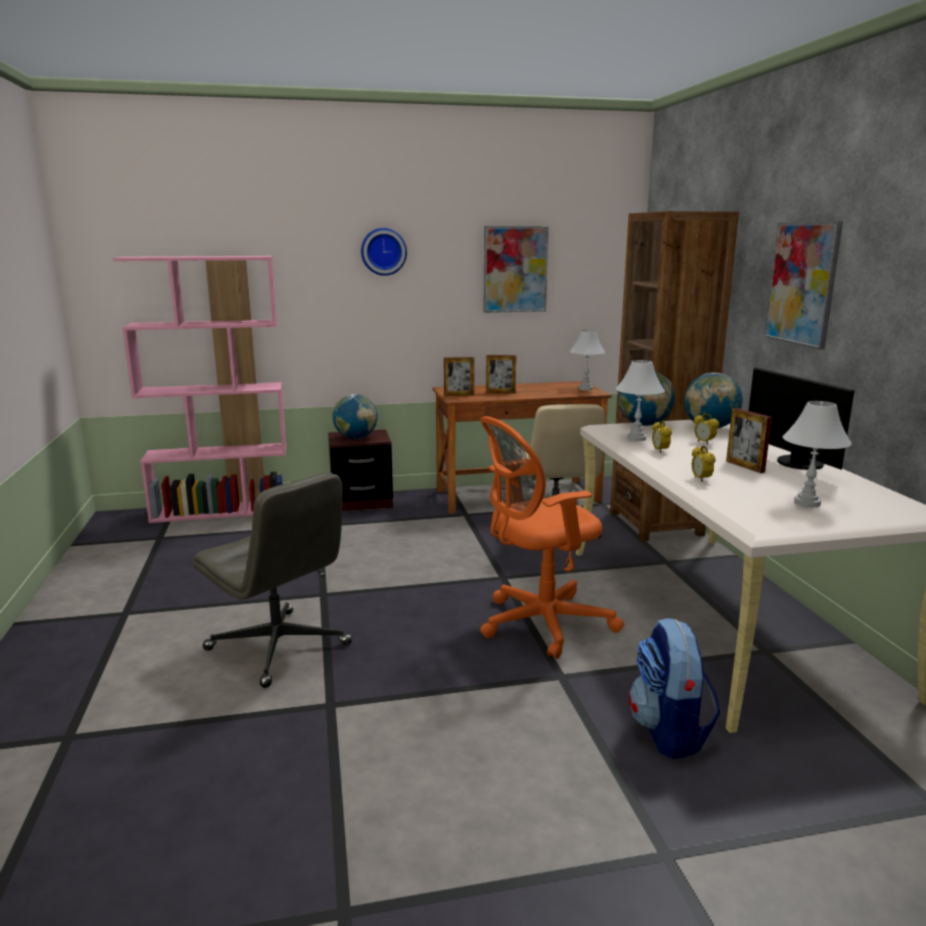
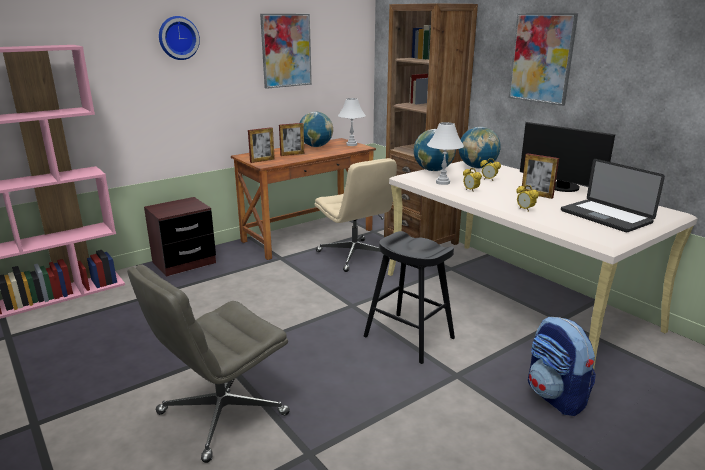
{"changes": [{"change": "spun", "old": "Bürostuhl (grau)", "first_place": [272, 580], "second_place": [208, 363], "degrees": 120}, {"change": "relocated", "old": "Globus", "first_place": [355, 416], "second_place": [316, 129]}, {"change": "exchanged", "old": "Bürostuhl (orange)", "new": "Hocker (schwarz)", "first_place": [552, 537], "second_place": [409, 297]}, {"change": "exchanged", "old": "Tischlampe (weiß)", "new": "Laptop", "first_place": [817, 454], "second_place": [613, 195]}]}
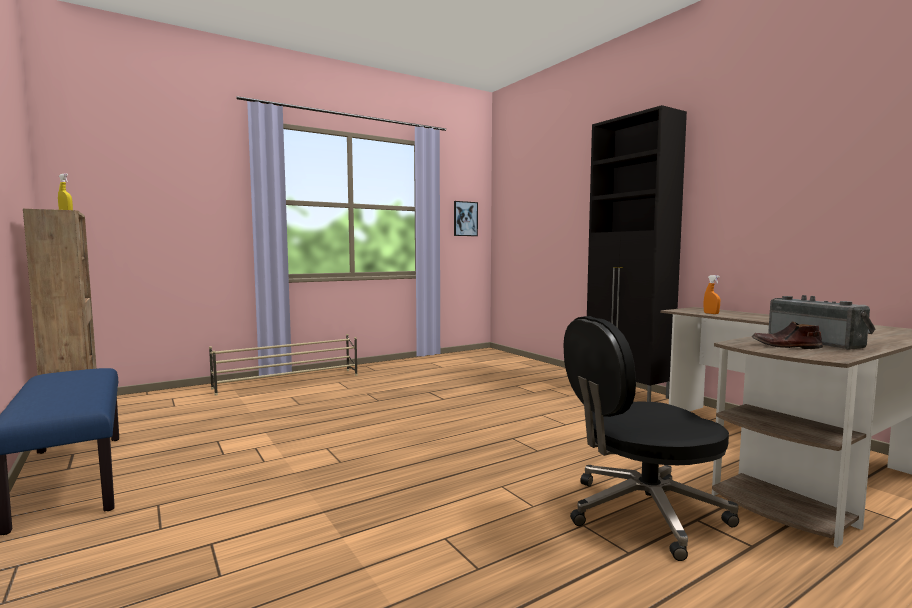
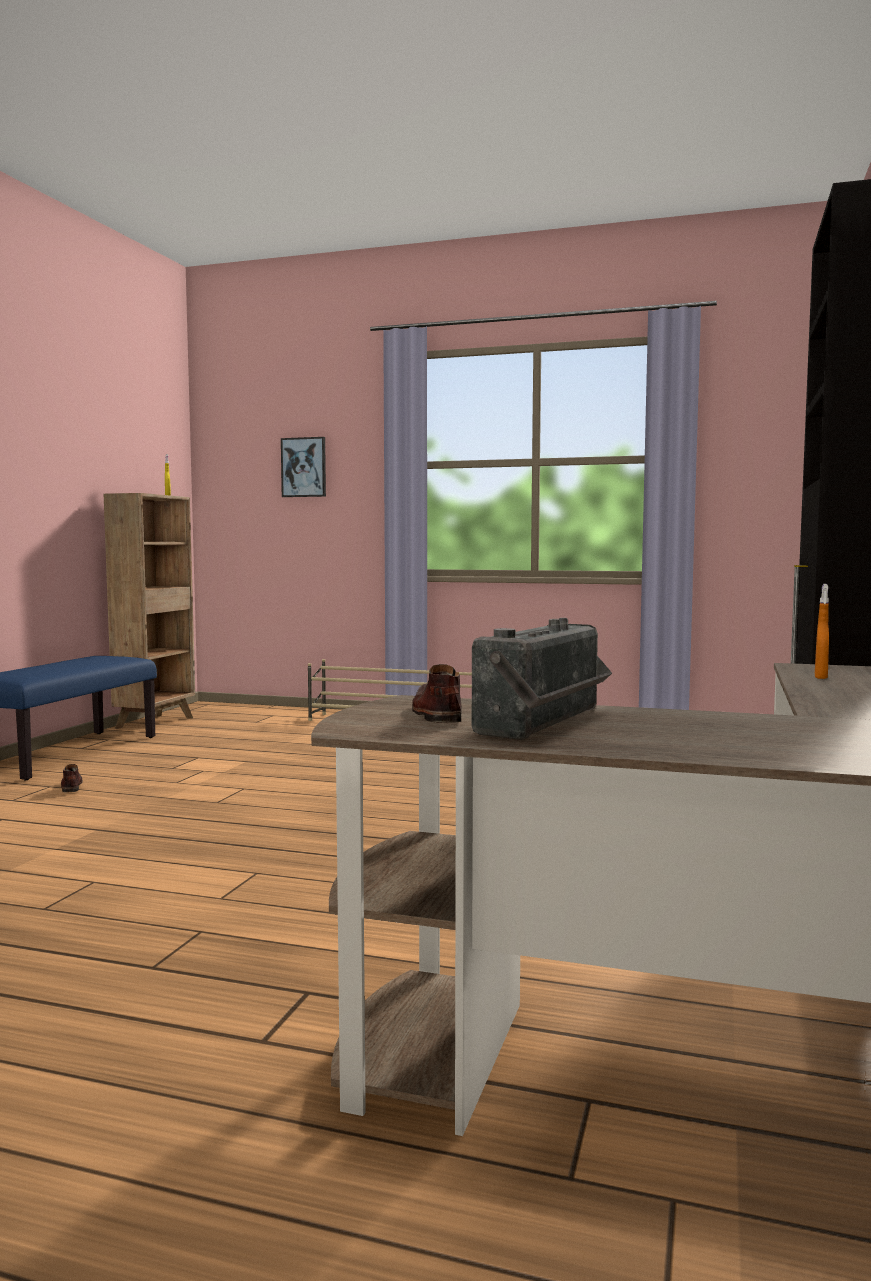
{"changes": [{"change": "relocated", "old": "Bild", "first_place": [466, 218], "second_place": [303, 467]}, {"change": "missing", "old": "Bürostuhl (schwarz)", "first_place": [651, 438]}, {"change": "appeared", "new": "Schuh (braun)", "second_place": [72, 778]}]}
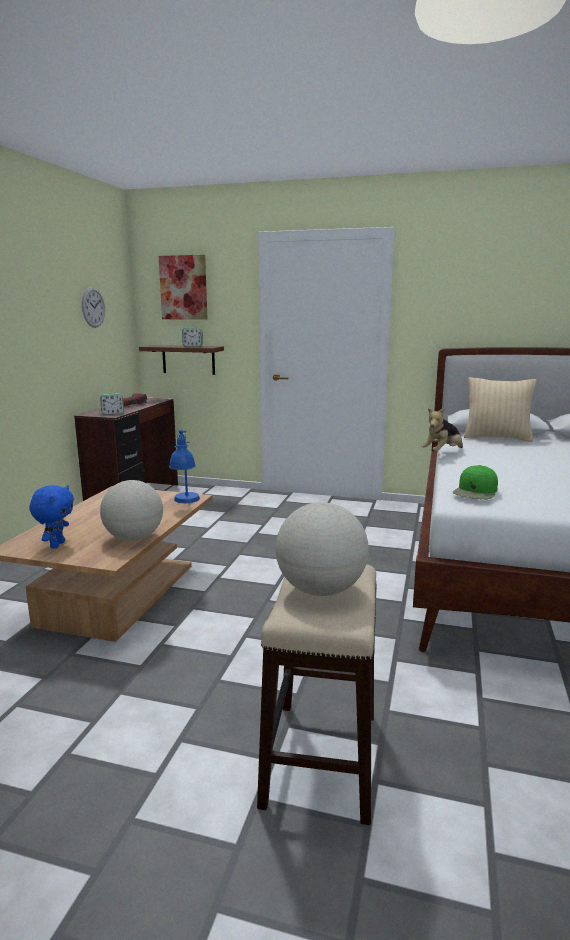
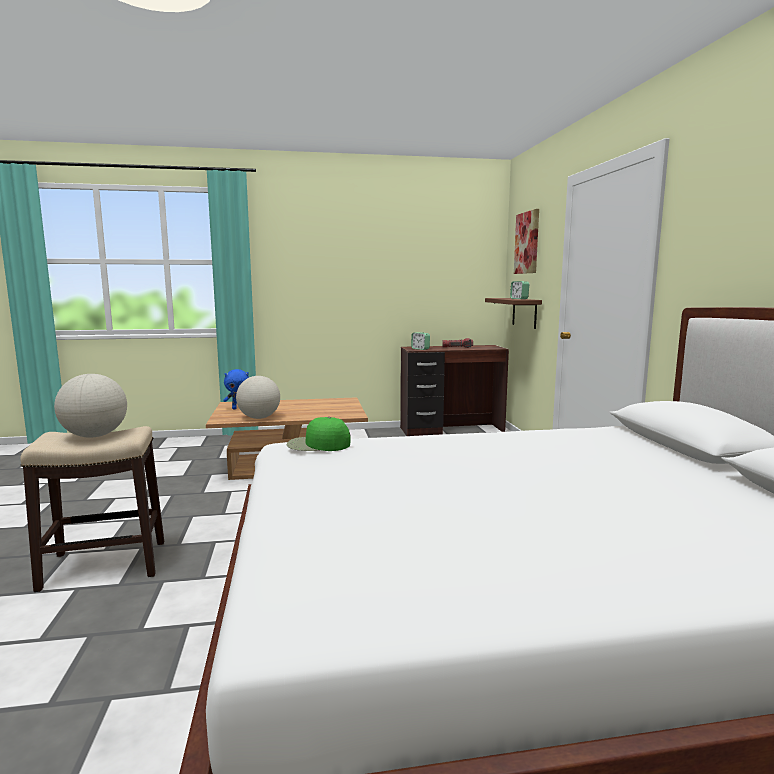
{"changes": [{"change": "missing", "old": "Wanduhr", "first_place": [93, 307]}, {"change": "missing", "old": "Tischlampe (blau)", "first_place": [184, 466]}, {"change": "missing", "old": "Plüschtier", "first_place": [442, 429]}, {"change": "missing", "old": "Kissen (beige)", "first_place": [500, 409]}]}
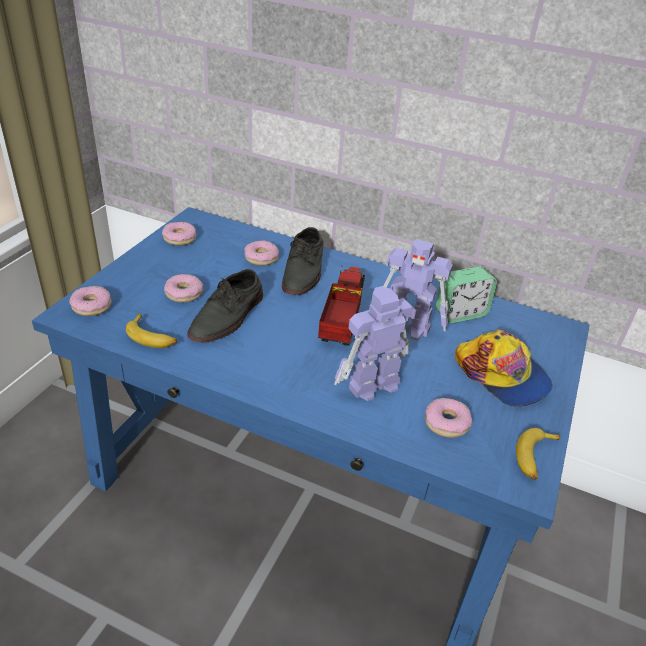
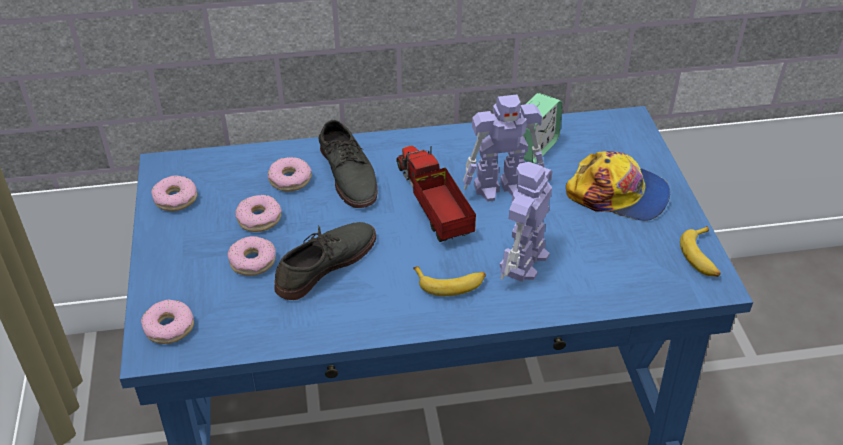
{"changes": [{"change": "relocated", "old": "Banane", "first_place": [151, 331], "second_place": [449, 281]}, {"change": "spun", "old": "Schuh (grau)", "first_place": [225, 306], "second_place": [325, 261], "degrees": -135}, {"change": "relocated", "old": "Donut", "first_place": [448, 418], "second_place": [258, 213]}]}
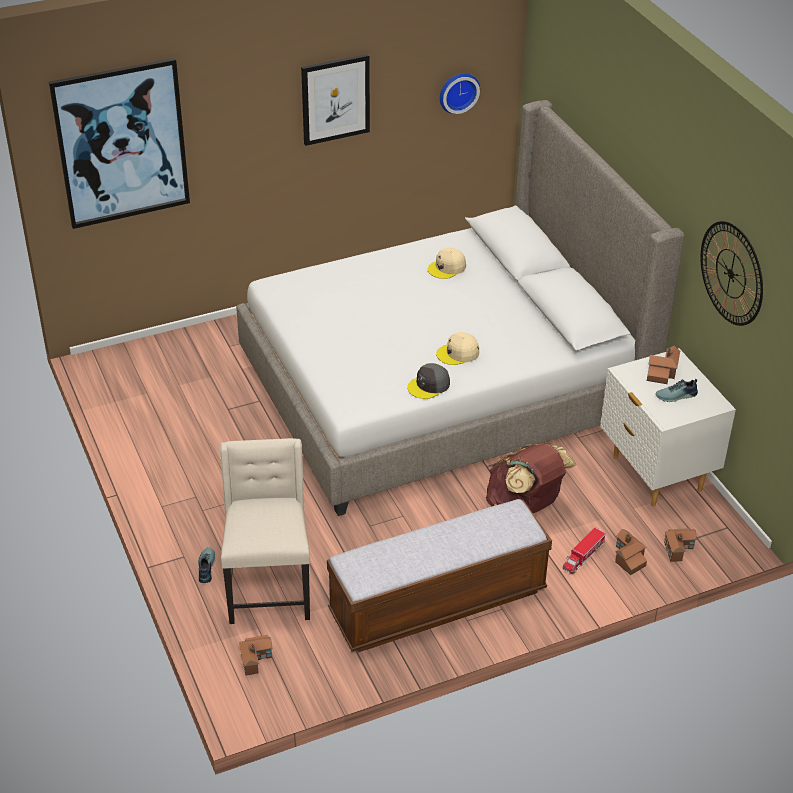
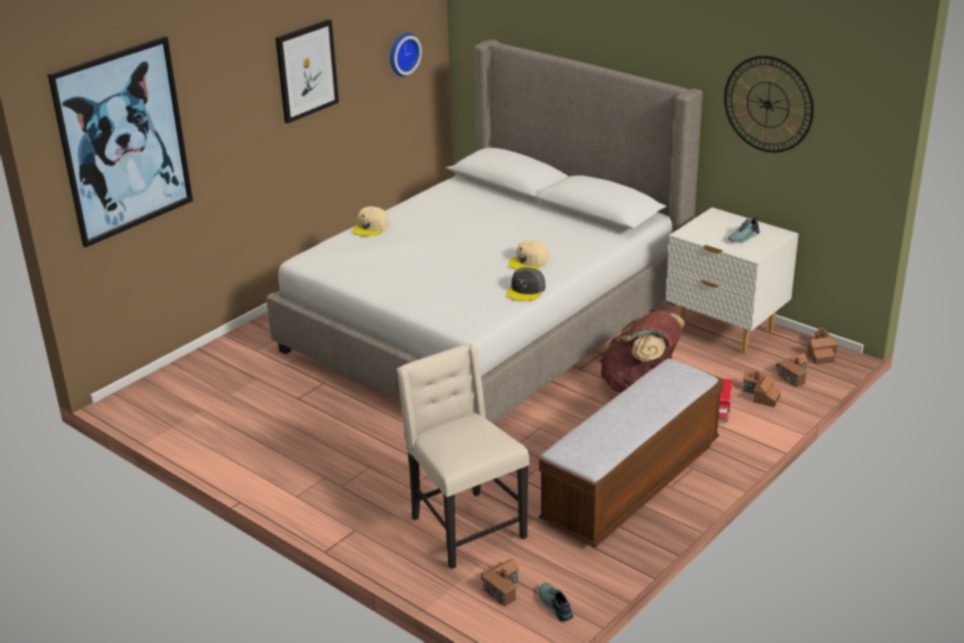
{"changes": [{"change": "relocated", "old": "Schuh", "first_place": [207, 565], "second_place": [555, 602]}, {"change": "relocated", "old": "Kappe (beige)", "first_place": [446, 263], "second_place": [370, 221]}, {"change": "relocated", "old": "Spielzeughaus", "first_place": [663, 364], "second_place": [822, 345]}]}
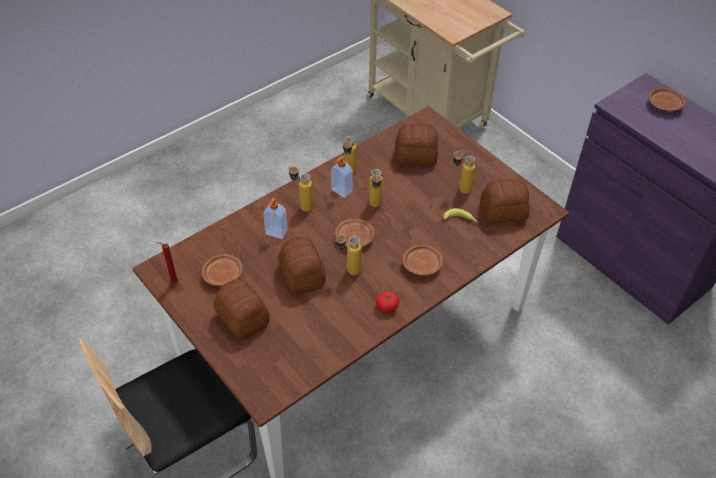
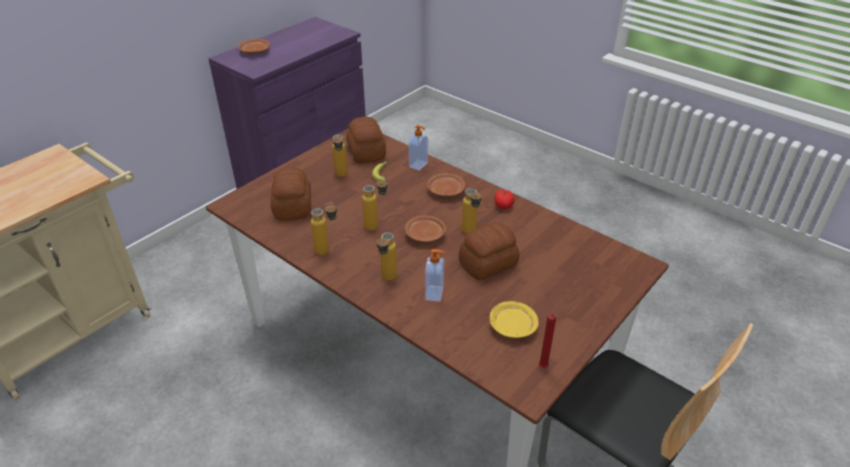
{"changes": [{"change": "colour", "old": "Teller (braun)", "new": "Teller (gelb)", "first_place": [222, 270], "second_place": [514, 319]}, {"change": "missing", "old": "Brot", "first_place": [241, 309]}, {"change": "relocated", "old": "Seifenspender", "first_place": [342, 177], "second_place": [418, 148]}]}
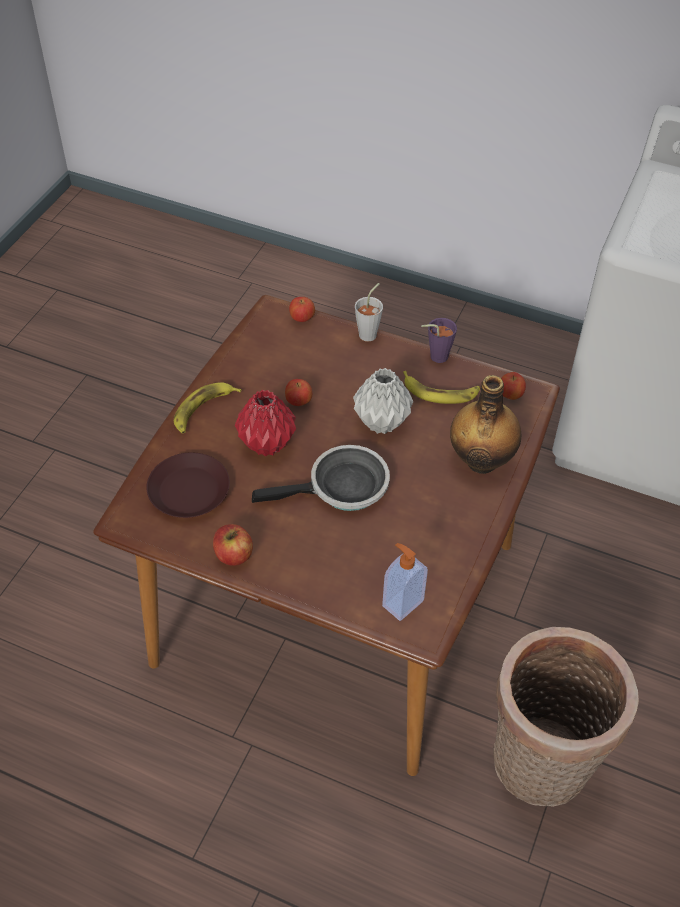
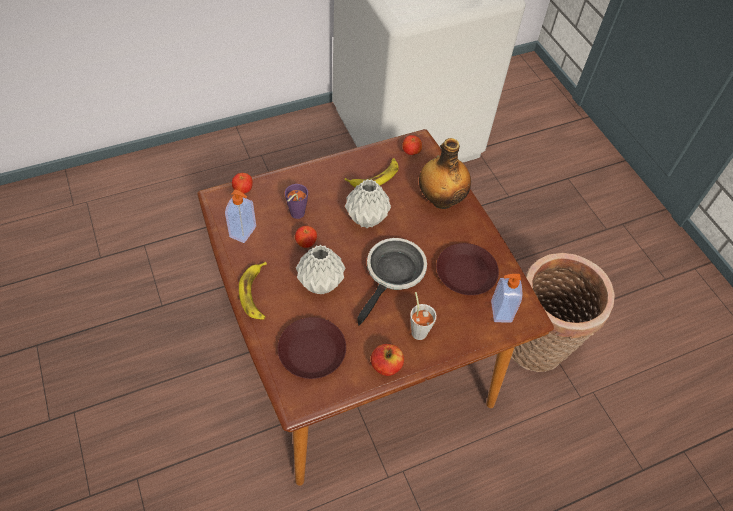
{"changes": [{"change": "colour", "old": "Vase (rot)", "new": "Vase (grau)", "first_place": [265, 423], "second_place": [320, 269]}, {"change": "relocated", "old": "Tasse (grau)", "first_place": [369, 312], "second_place": [423, 316]}, {"change": "relocated", "old": "Tasse (lila)", "first_place": [439, 340], "second_place": [296, 201]}, {"change": "appeared", "new": "Seifenspender", "second_place": [240, 216]}, {"change": "appeared", "new": "Teller (braun)", "second_place": [467, 269]}]}
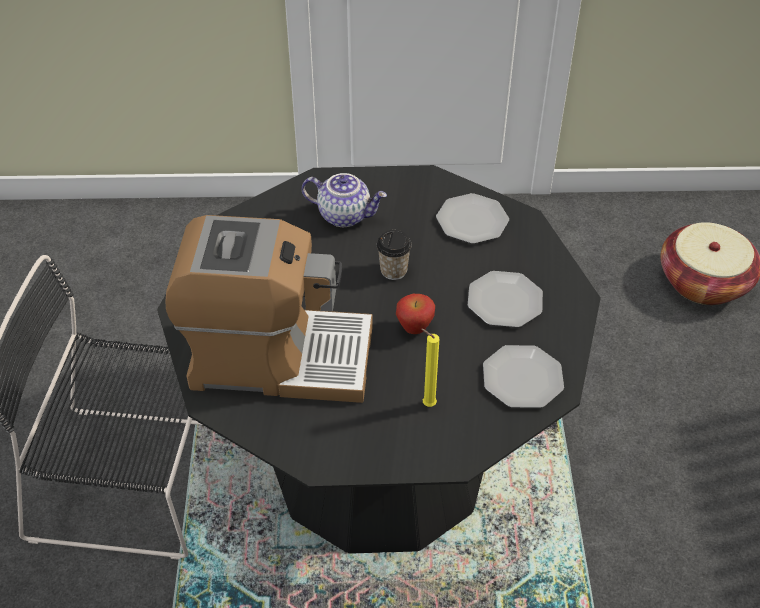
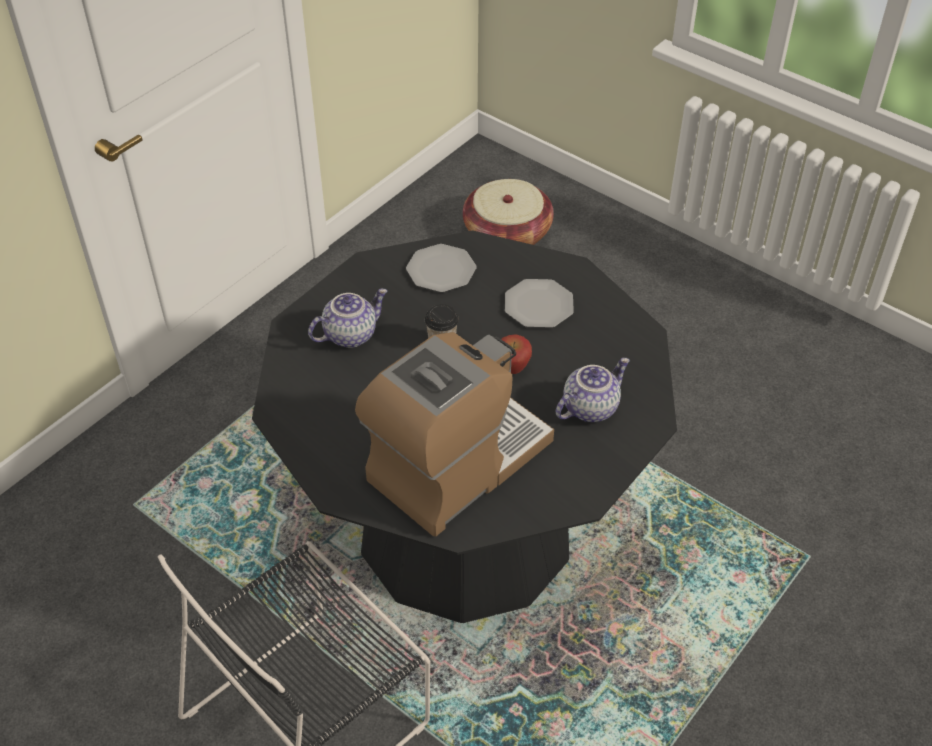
{"changes": [{"change": "exchanged", "old": "Kerze (gelb)", "new": "Teekanne", "first_place": [430, 367], "second_place": [593, 390]}, {"change": "missing", "old": "Teller", "first_place": [523, 376]}]}
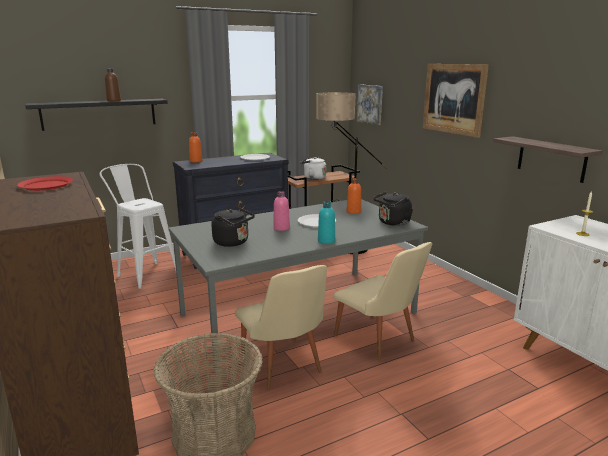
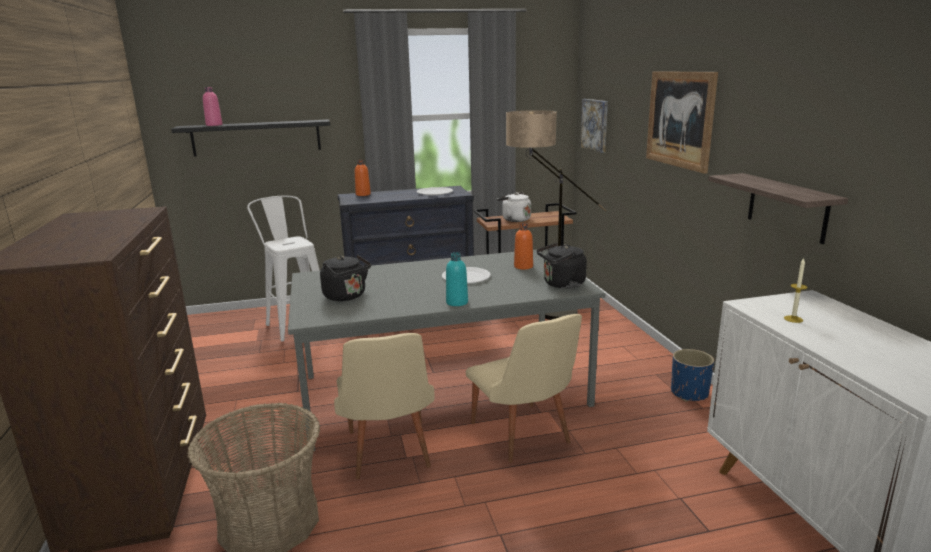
{"changes": [{"change": "missing", "old": "Teller (rot)", "first_place": [45, 183]}, {"change": "missing", "old": "Flasche (braun)", "first_place": [113, 84]}, {"change": "relocated", "old": "Flasche (rosa)", "first_place": [281, 211], "second_place": [212, 106]}, {"change": "appeared", "new": "Pflanzkübel (blau)", "second_place": [692, 375]}]}
